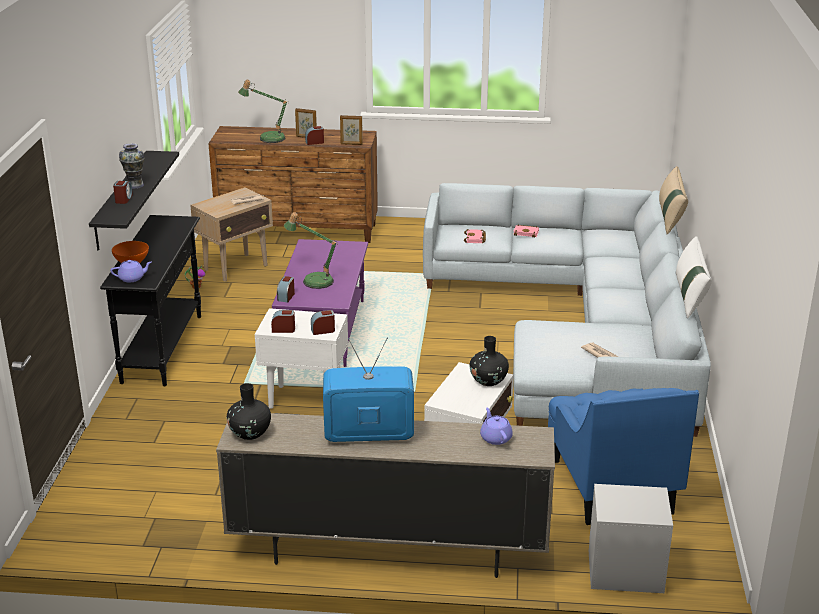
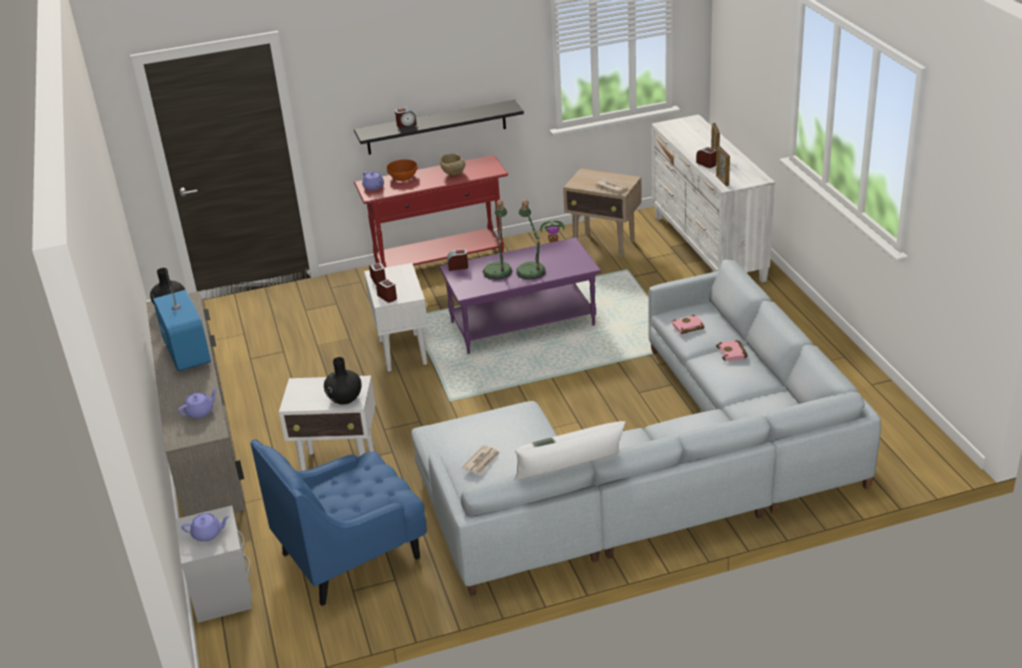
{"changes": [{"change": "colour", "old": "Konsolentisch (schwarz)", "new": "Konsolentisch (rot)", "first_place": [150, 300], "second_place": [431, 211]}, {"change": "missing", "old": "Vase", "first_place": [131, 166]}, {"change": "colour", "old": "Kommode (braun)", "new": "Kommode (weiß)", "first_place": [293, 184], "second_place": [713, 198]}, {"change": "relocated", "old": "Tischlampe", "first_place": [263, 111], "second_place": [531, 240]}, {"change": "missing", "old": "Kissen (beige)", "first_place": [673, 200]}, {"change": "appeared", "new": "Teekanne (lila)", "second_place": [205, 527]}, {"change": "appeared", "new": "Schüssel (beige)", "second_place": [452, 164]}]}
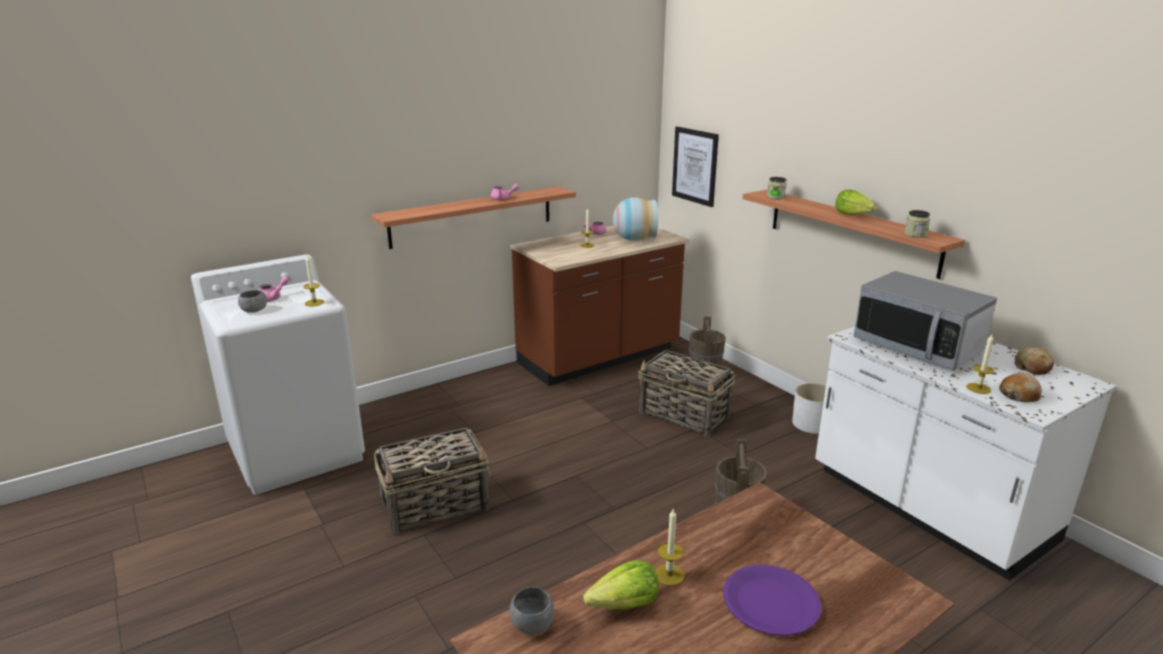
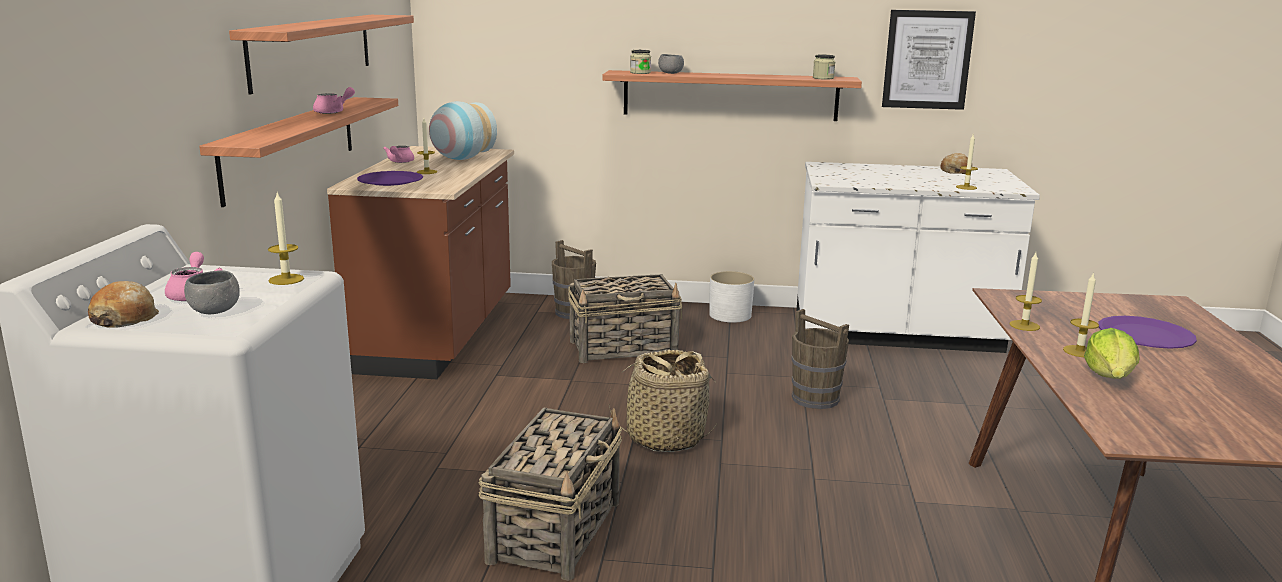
{"changes": [{"change": "relocated", "old": "Schüssel (grau)", "first_place": [531, 610], "second_place": [671, 64]}, {"change": "relocated", "old": "Bild", "first_place": [695, 167], "second_place": [929, 60]}, {"change": "missing", "old": "Salatkopf", "first_place": [856, 202]}, {"change": "missing", "old": "Mikrowelle", "first_place": [925, 321]}, {"change": "relocated", "old": "Brot", "first_place": [1020, 387], "second_place": [123, 304]}, {"change": "appeared", "new": "Wandregal", "second_place": [321, 55]}, {"change": "appeared", "new": "Teller (lila)", "second_place": [390, 178]}, {"change": "appeared", "new": "Korb", "second_place": [662, 401]}, {"change": "appeared", "new": "Kerze", "second_place": [1025, 291]}]}
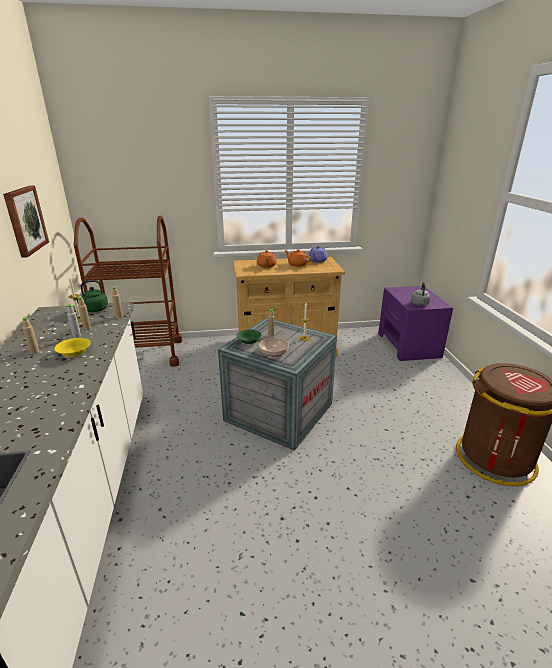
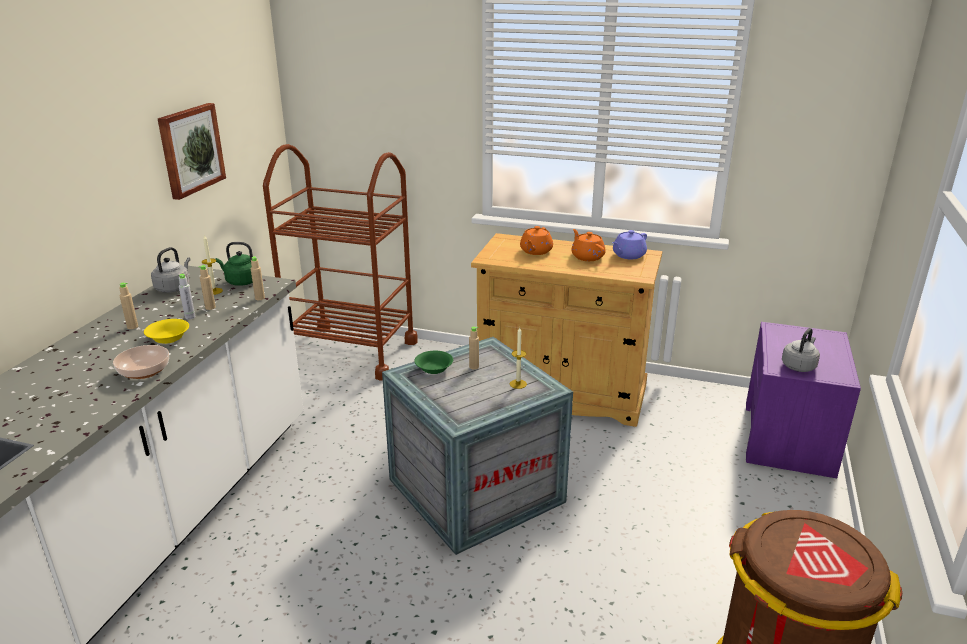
{"changes": [{"change": "relocated", "old": "Schüssel", "first_place": [274, 347], "second_place": [141, 362]}, {"change": "appeared", "new": "Wasserkessel (grau)", "second_place": [170, 270]}]}
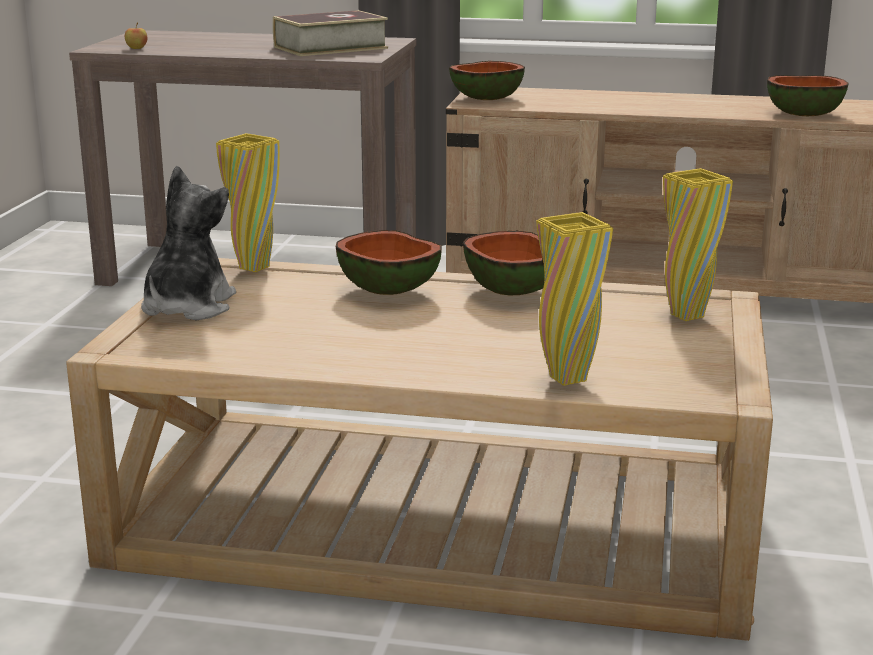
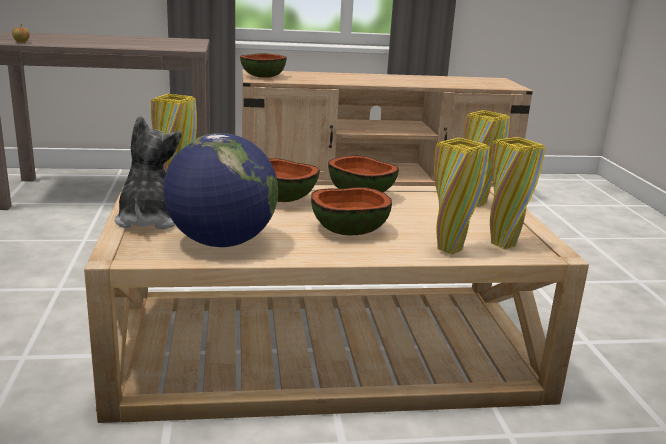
{"changes": [{"change": "missing", "old": "Buch", "first_place": [330, 33]}, {"change": "relocated", "old": "Schüssel", "first_place": [808, 95], "second_place": [351, 211]}, {"change": "appeared", "new": "Globus", "second_place": [220, 190]}, {"change": "appeared", "new": "Vase (gelb)", "second_place": [517, 193]}]}
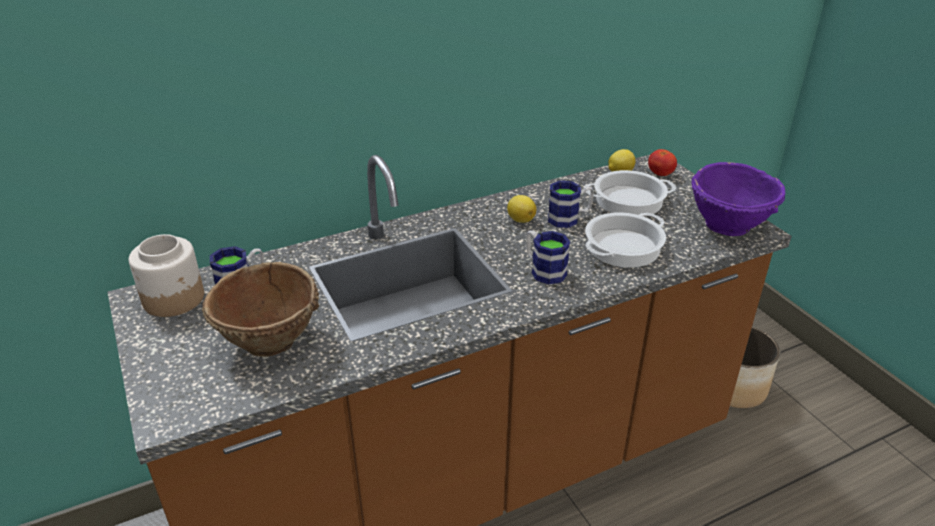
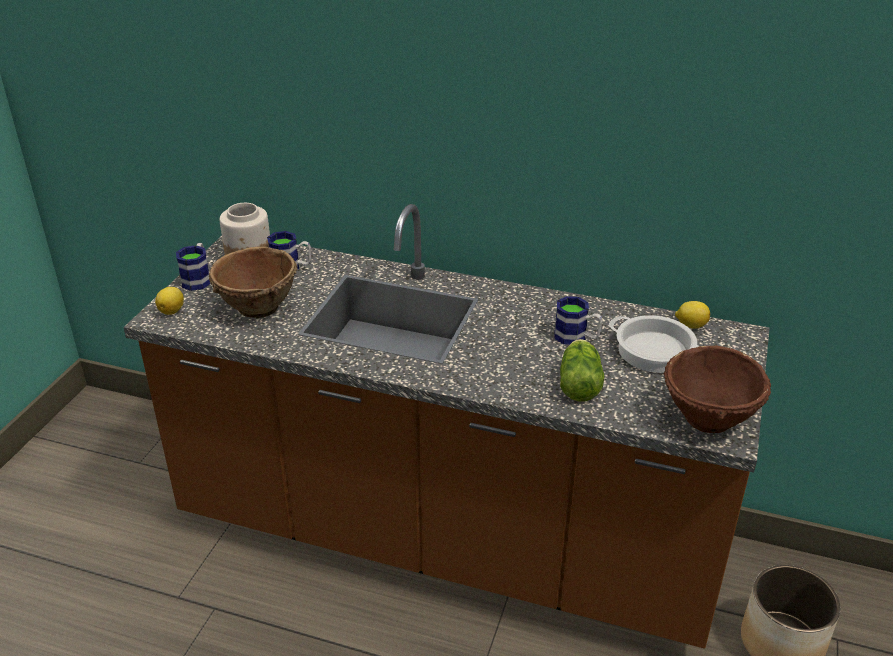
{"changes": [{"change": "relocated", "old": "Zitrone", "first_place": [522, 209], "second_place": [169, 301]}, {"change": "relocated", "old": "Henkelbecher", "first_place": [548, 257], "second_place": [193, 267]}, {"change": "exchanged", "old": "Kochtopf", "new": "Salatkopf", "first_place": [625, 239], "second_place": [582, 370]}, {"change": "missing", "old": "Tomate", "first_place": [662, 162]}, {"change": "colour", "old": "Schüssel (lila)", "new": "Schüssel (braun)", "first_place": [738, 199], "second_place": [717, 389]}]}
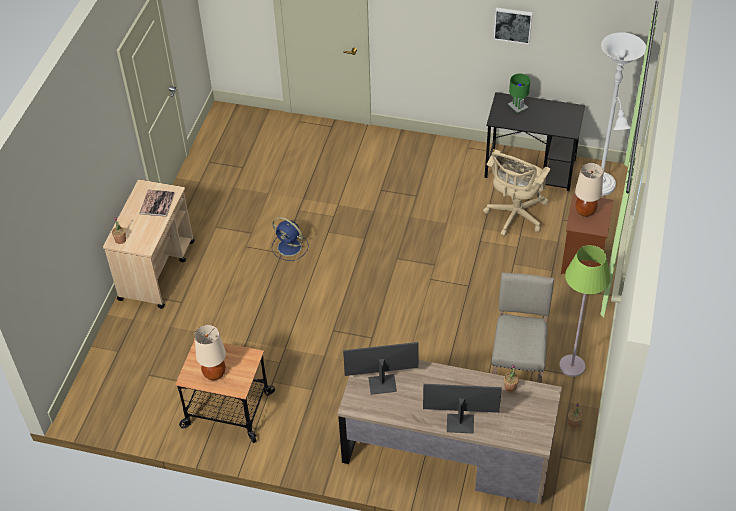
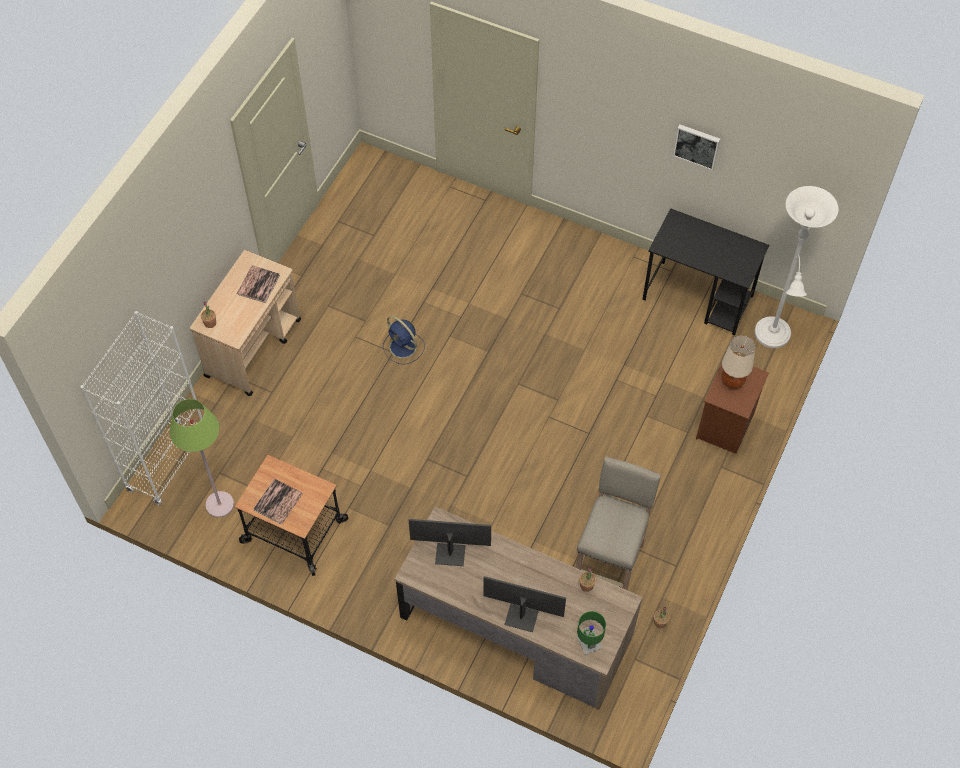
{"changes": [{"change": "exchanged", "old": "Tischlampe (beige)", "new": "Buch", "first_place": [210, 352], "second_place": [278, 502]}, {"change": "missing", "old": "Bürostuhl (beige)", "first_place": [517, 193]}, {"change": "relocated", "old": "Tischlampe (grün)", "first_place": [519, 93], "second_place": [591, 633]}, {"change": "relocated", "old": "Stehlampe (grün)", "first_place": [585, 311], "second_place": [202, 458]}, {"change": "appeared", "new": "Bücherregal (weiß)", "second_place": [141, 408]}]}
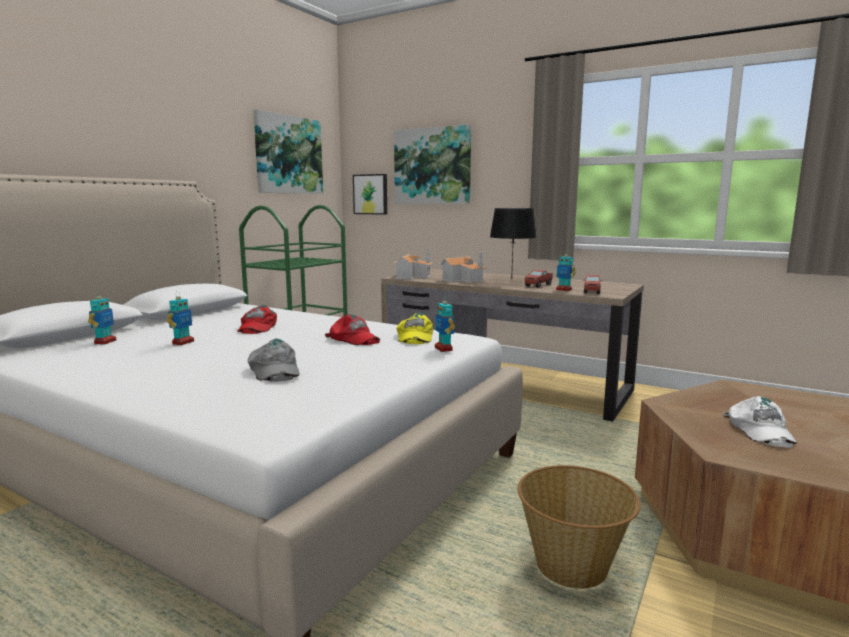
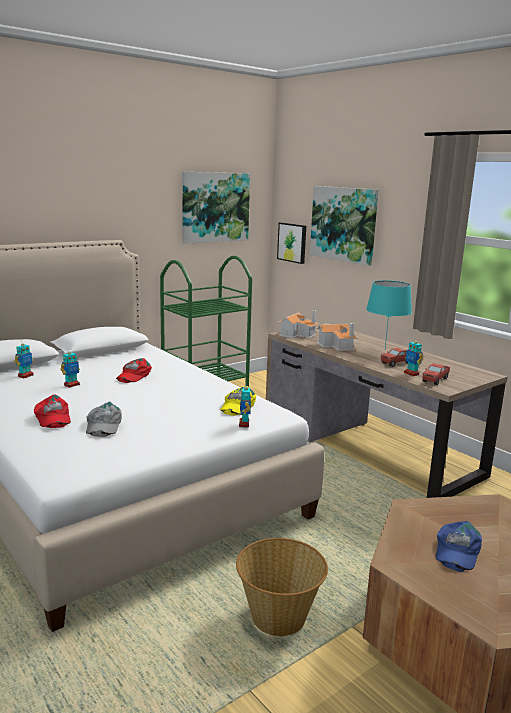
{"changes": [{"change": "relocated", "old": "Kappe (rot)", "first_place": [352, 329], "second_place": [52, 411]}, {"change": "colour", "old": "Tischlampe (schwarz)", "new": "Tischlampe (türkis)", "first_place": [513, 243], "second_place": [389, 314]}, {"change": "colour", "old": "Kappe (weiß)", "new": "Kappe (blau)", "first_place": [760, 421], "second_place": [458, 546]}]}
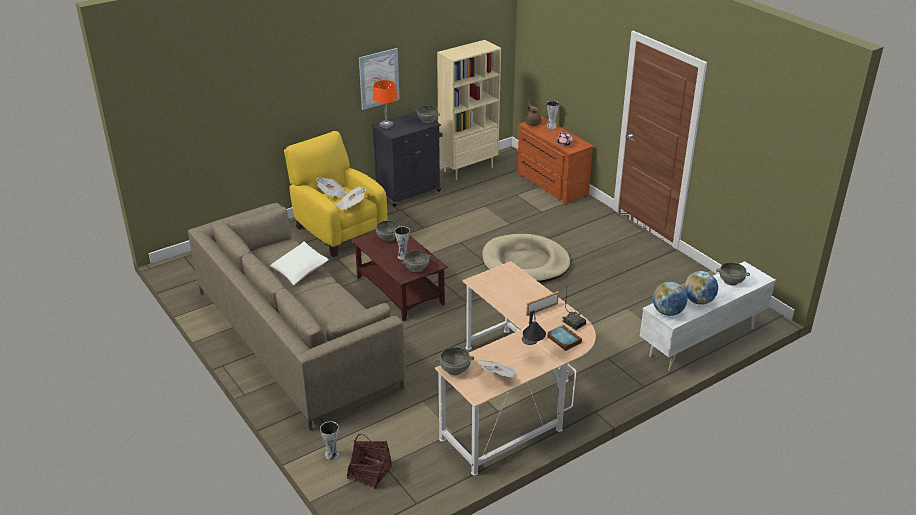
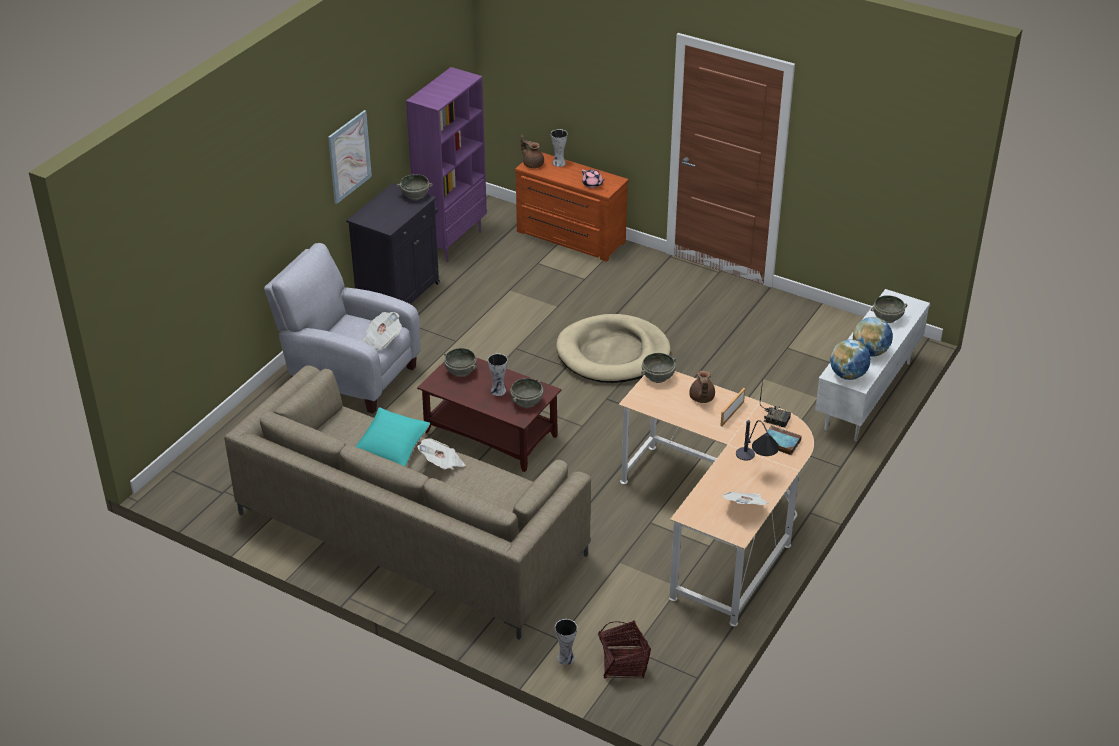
{"changes": [{"change": "colour", "old": "Kissen (weiß)", "new": "Kissen (türkis)", "first_place": [299, 263], "second_place": [392, 437]}, {"change": "colour", "old": "Sessel (gelb)", "new": "Sessel (grau)", "first_place": [336, 194], "second_place": [342, 328]}, {"change": "relocated", "old": "Zeitung", "first_place": [330, 188], "second_place": [441, 453]}, {"change": "missing", "old": "Tischlampe (orange)", "first_place": [385, 104]}, {"change": "relocated", "old": "Schüssel (grau)", "first_place": [455, 361], "second_place": [658, 368]}, {"change": "colour", "old": "Bücherregal (beige)", "new": "Bücherregal (lila)", "first_place": [469, 110], "second_place": [446, 164]}, {"change": "appeared", "new": "Teekanne (braun)", "second_place": [702, 387]}]}
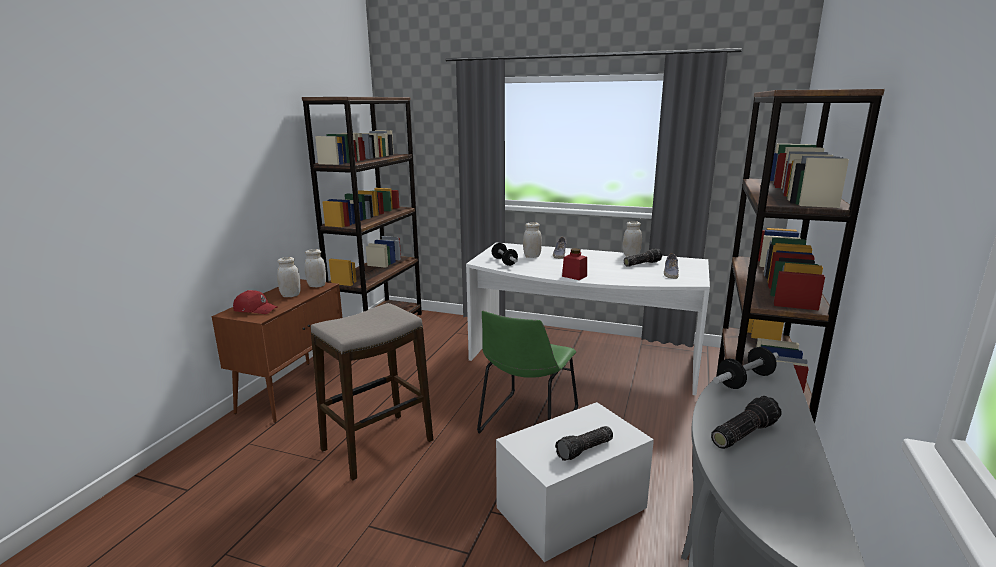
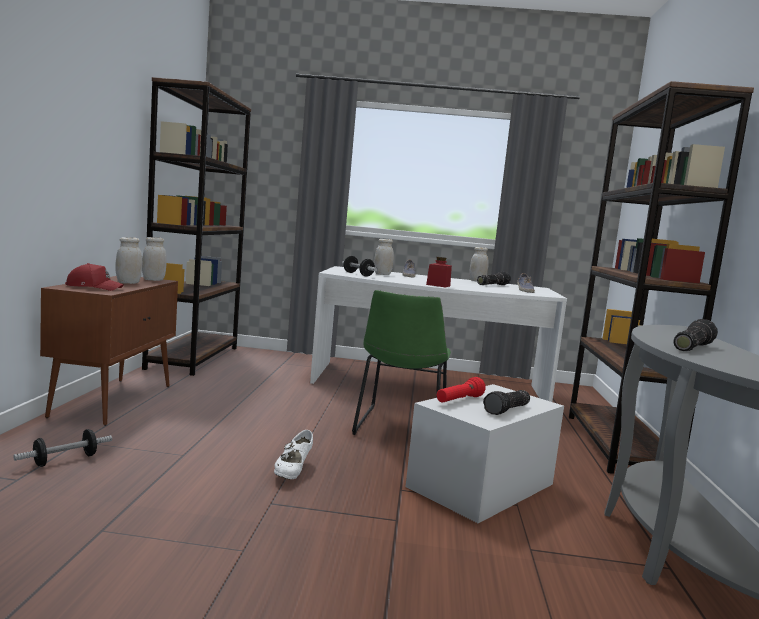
{"changes": [{"change": "missing", "old": "Hocker", "first_place": [372, 392]}, {"change": "relocated", "old": "Hantel", "first_place": [746, 368], "second_place": [62, 448]}, {"change": "appeared", "new": "Schuh (weiß)", "second_place": [293, 455]}, {"change": "appeared", "new": "Taschenlampe (rot)", "second_place": [461, 390]}]}
